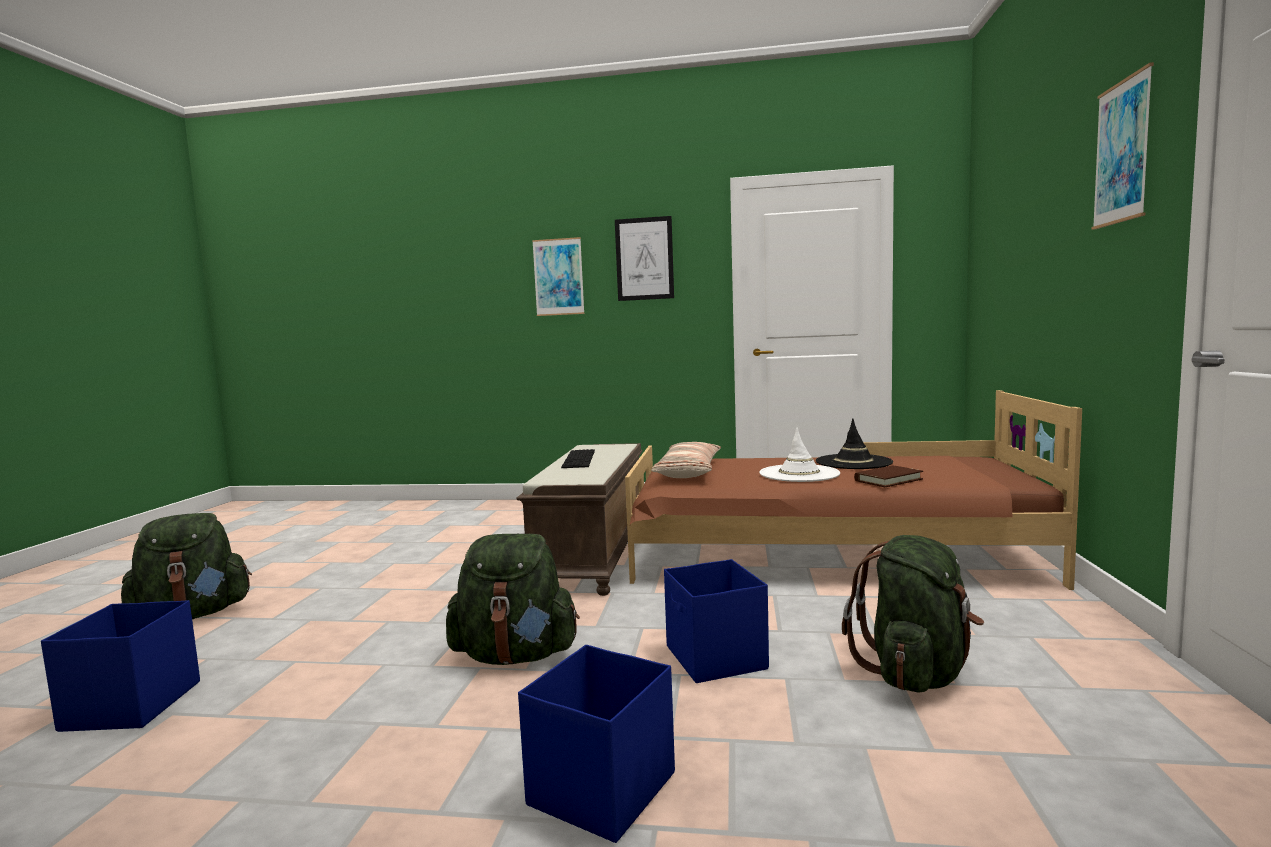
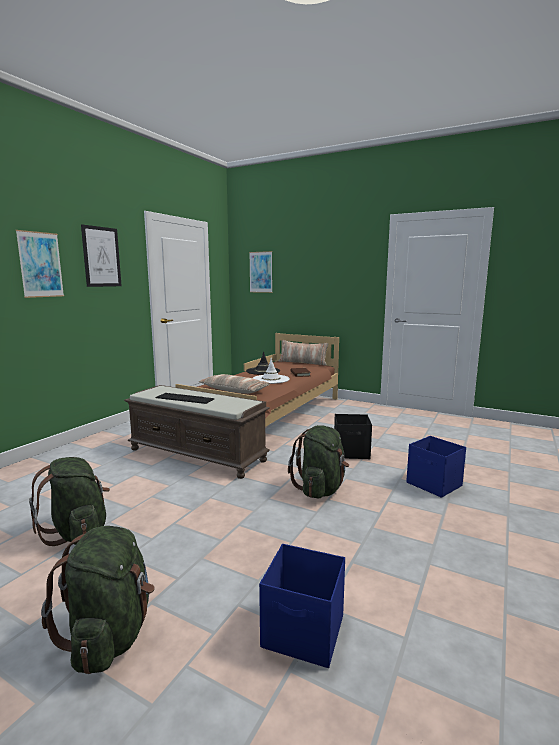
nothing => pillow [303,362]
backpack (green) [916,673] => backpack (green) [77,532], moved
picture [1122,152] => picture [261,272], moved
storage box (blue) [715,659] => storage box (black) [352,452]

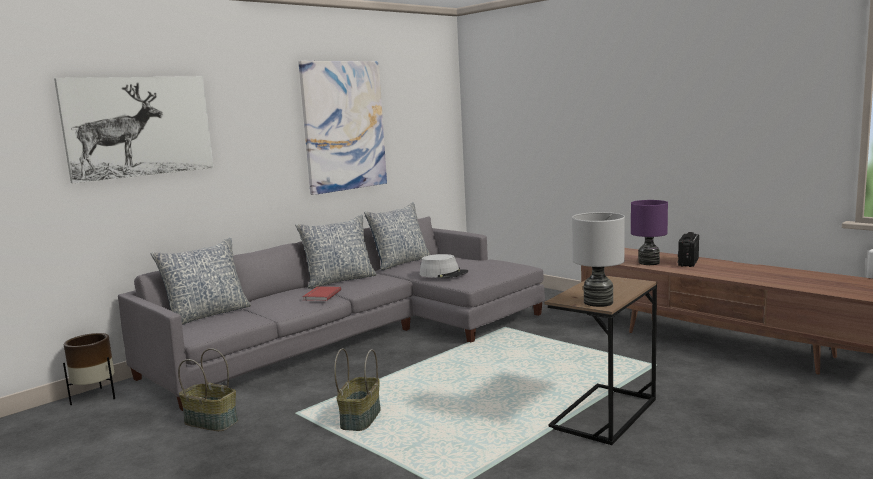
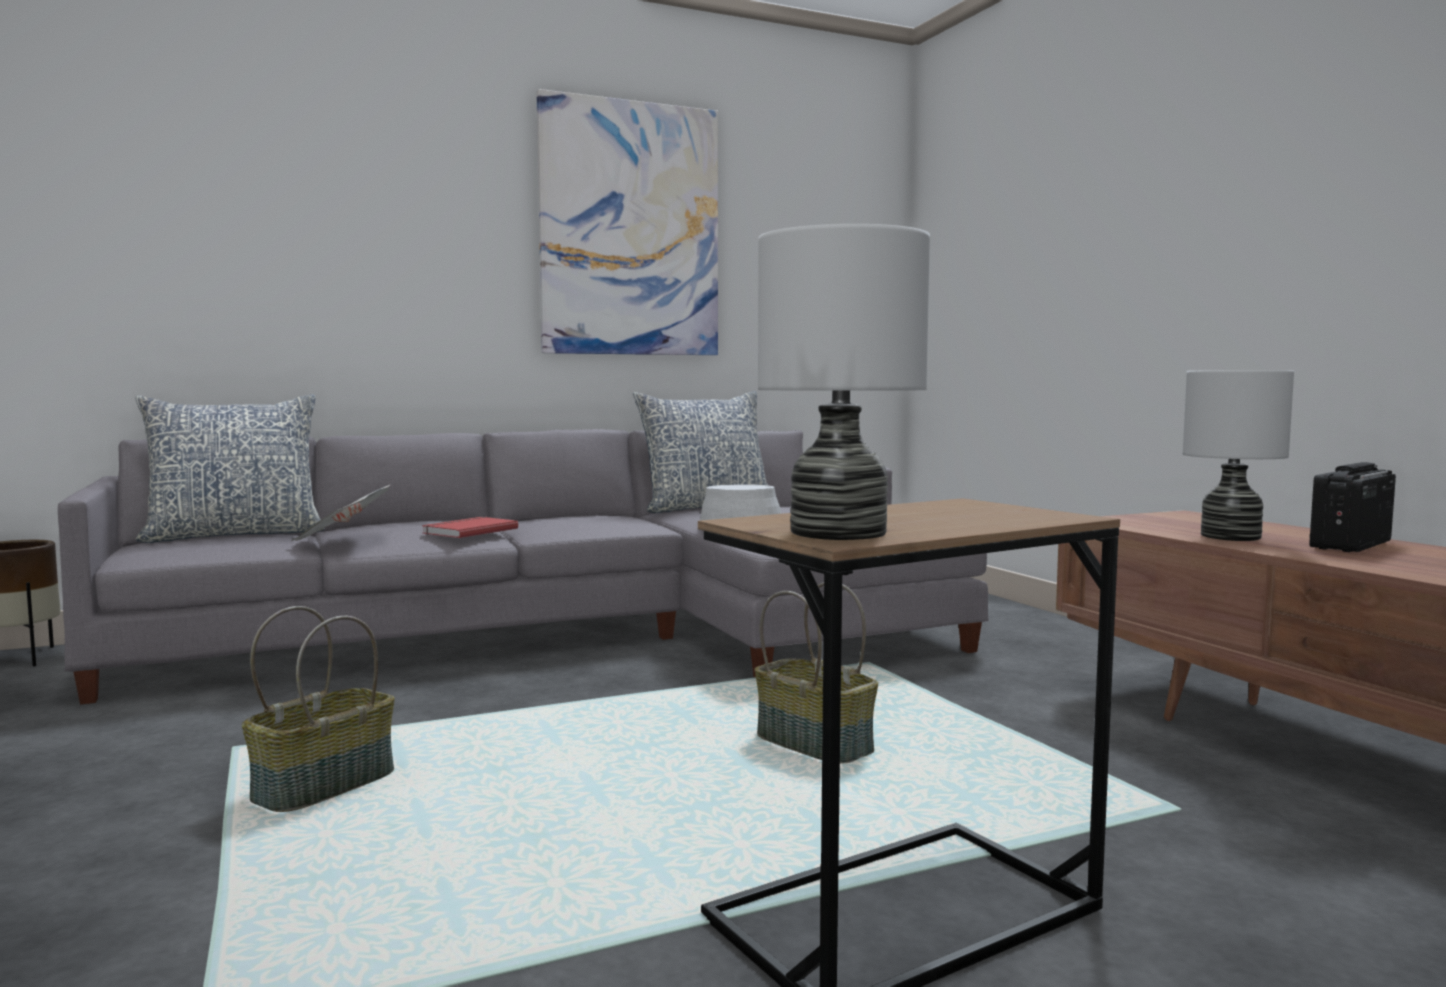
picture [139,126] => nothing
pillow [339,280] => nothing
nothing => newspaper [341,541]
basket [212,422] => basket [816,744], moved
table lamp (purple) [649,263] => table lamp (grey) [1230,537]

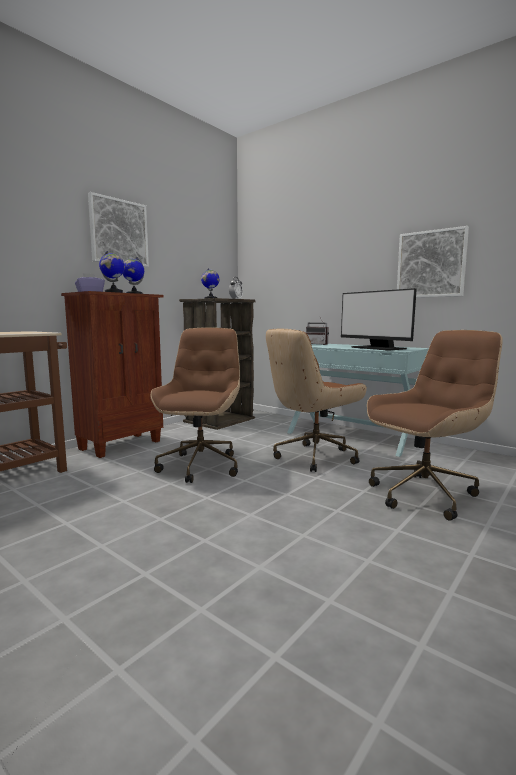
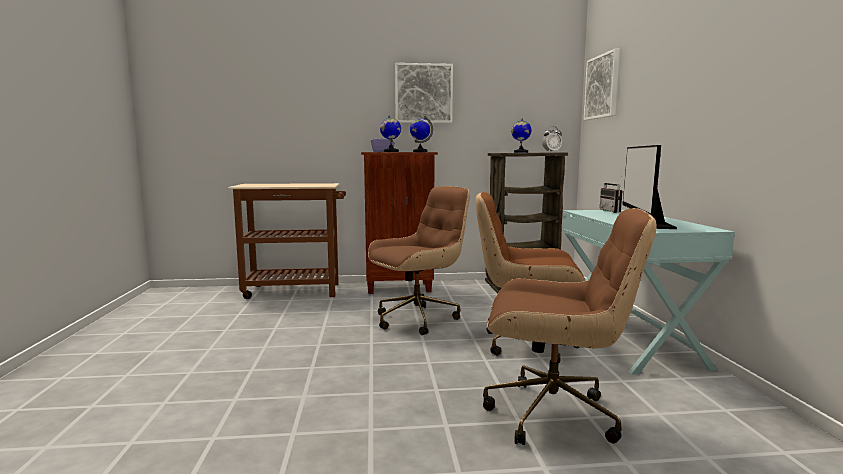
picture [431,264] => picture [602,87], moved

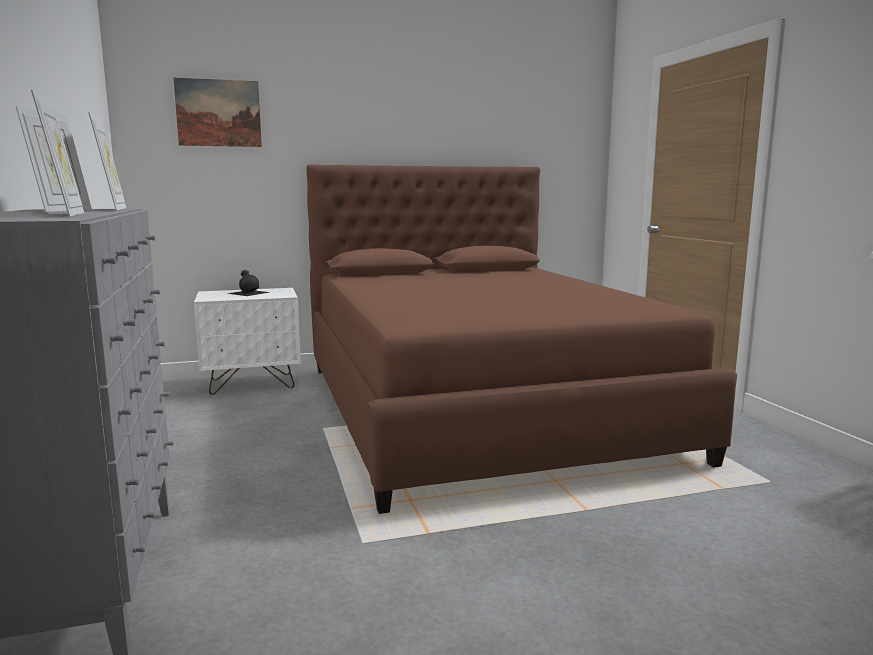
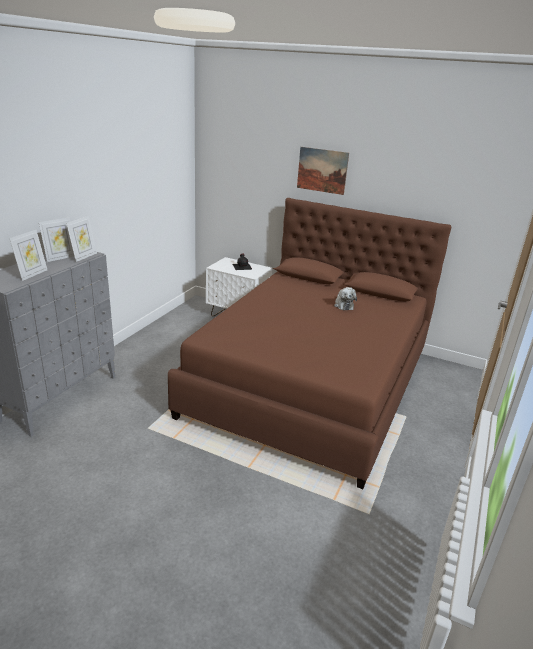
nothing => plush toy [343,305]
picture [218,113] => picture [322,170], moved

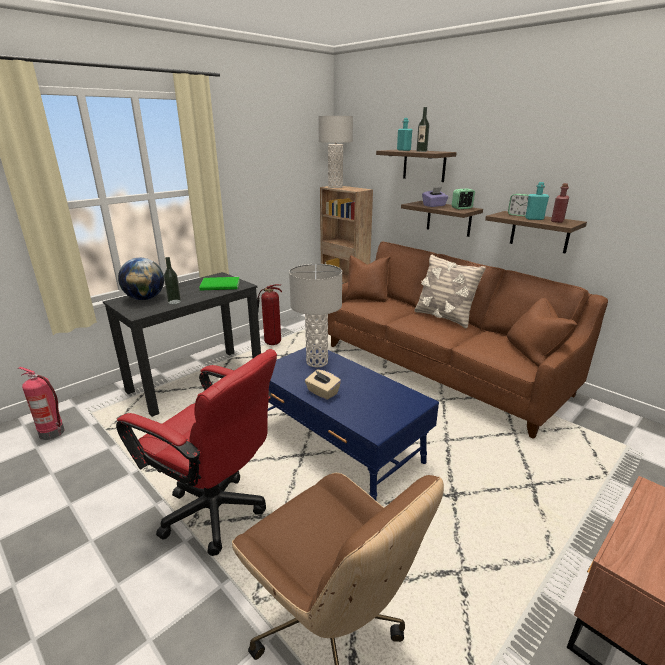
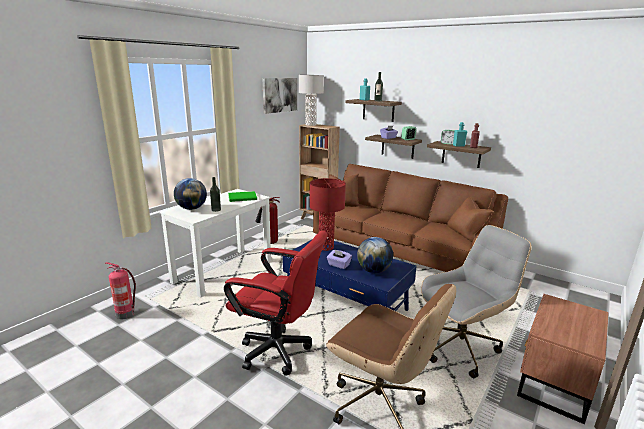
pillow (beige) [443,317] => nothing
nothing => picture [279,95]
nothing => globe [374,271]
nothing => office chair (grey) [462,349]
desk (black) [197,380] => desk (white) [223,271]
table lamp (white) [317,362] => table lamp (red) [326,247]
tissue box (beige) [322,392] => tissue box (purple) [338,265]

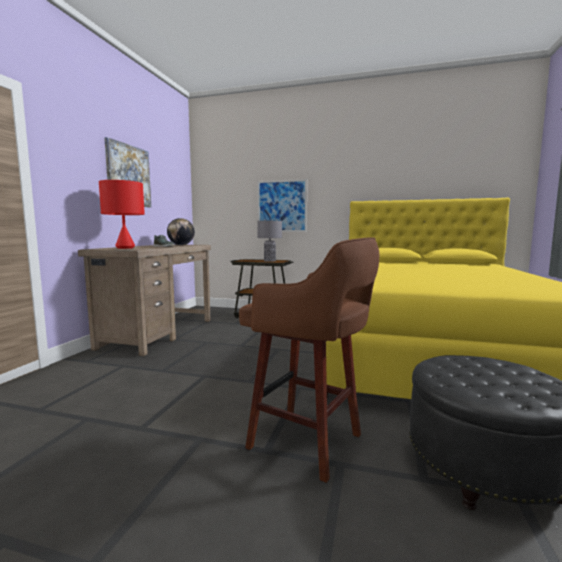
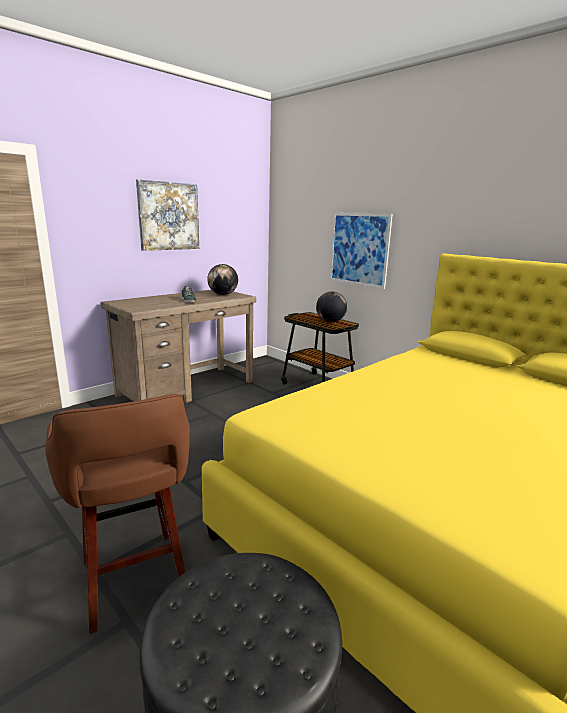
table lamp (red) [125,248] => nothing
table lamp (grey) [269,261] => globe [330,321]

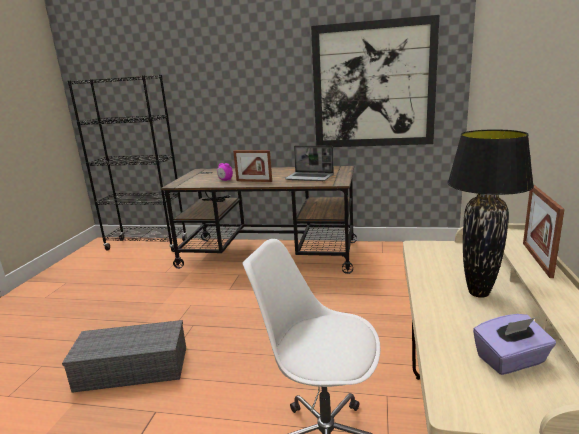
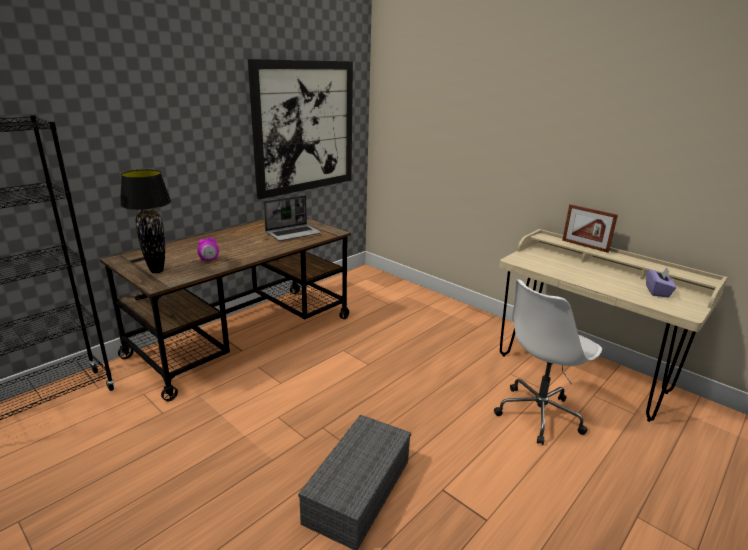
picture frame [254,181] => nothing
table lamp (black) [479,293] => table lamp (black) [157,271], moved

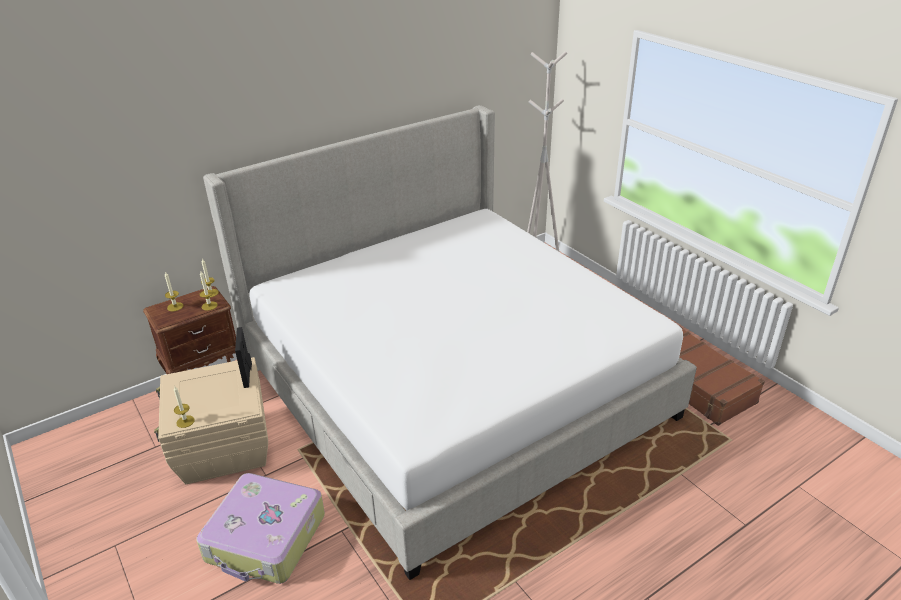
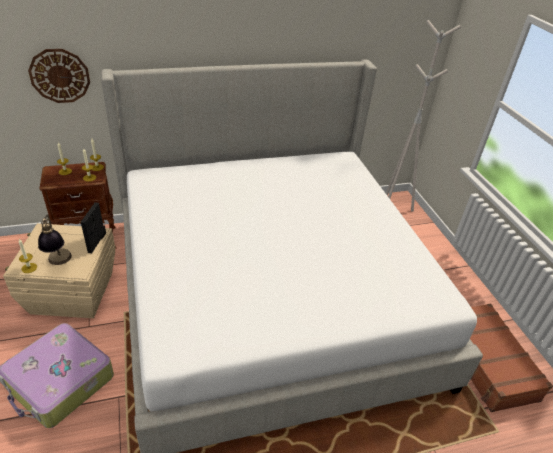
nothing => wall clock [60,76]
nothing => table lamp [59,264]

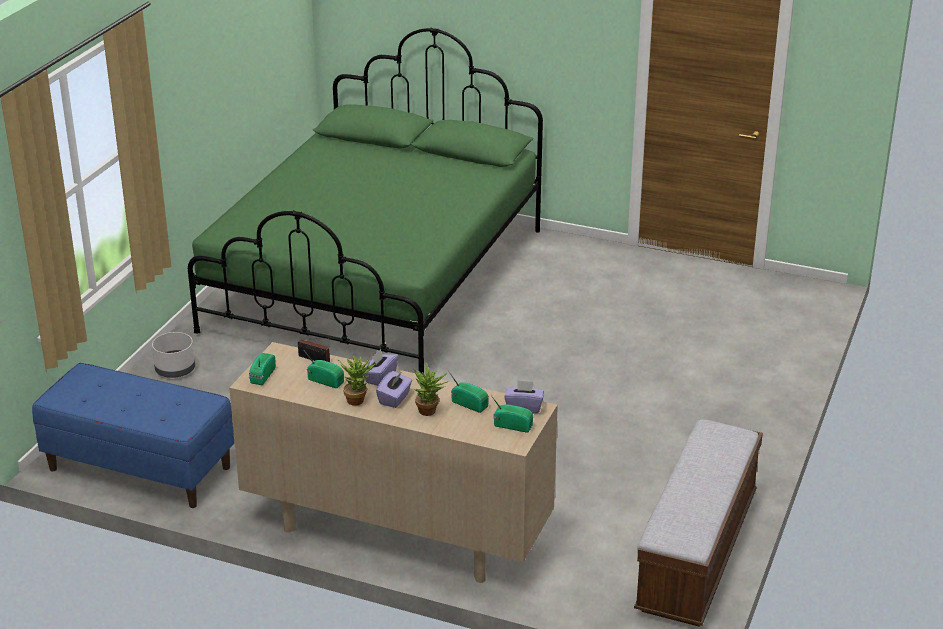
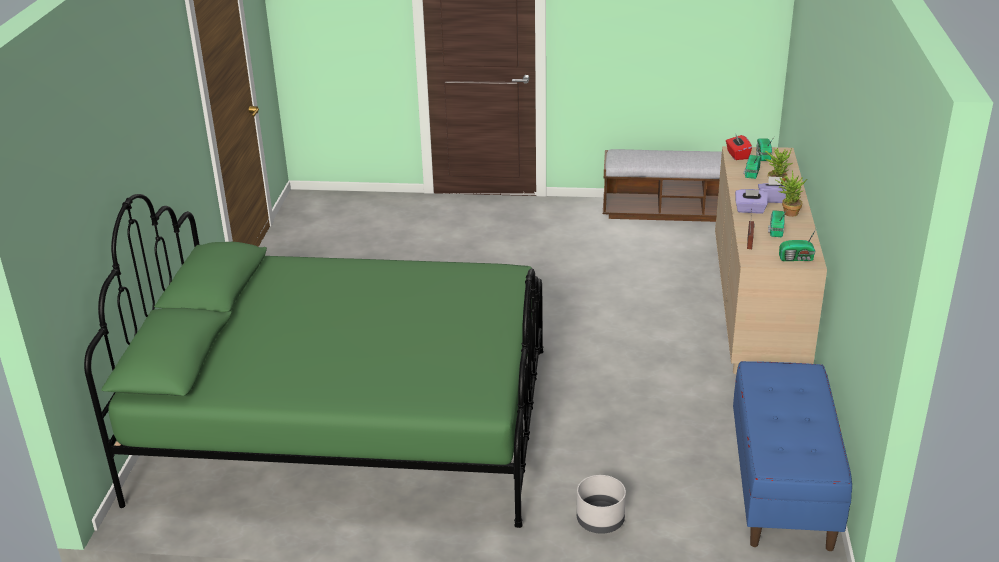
tissue box (purple) [524,407] => tissue box (red) [737,155]

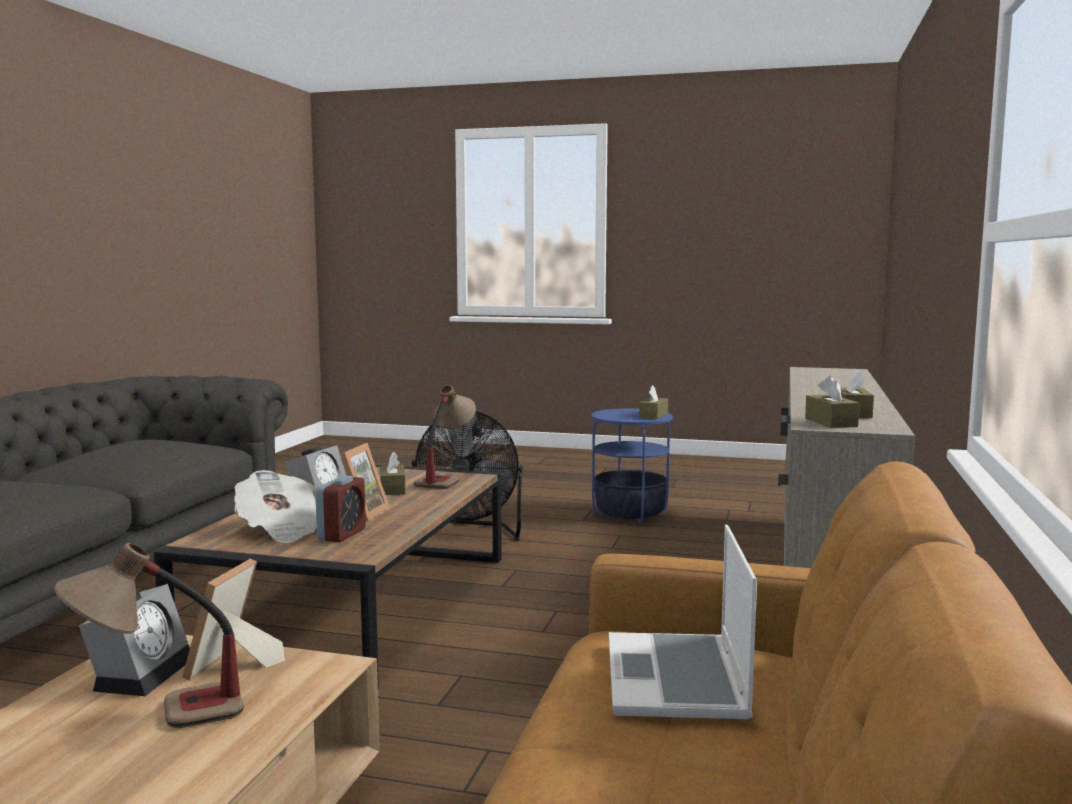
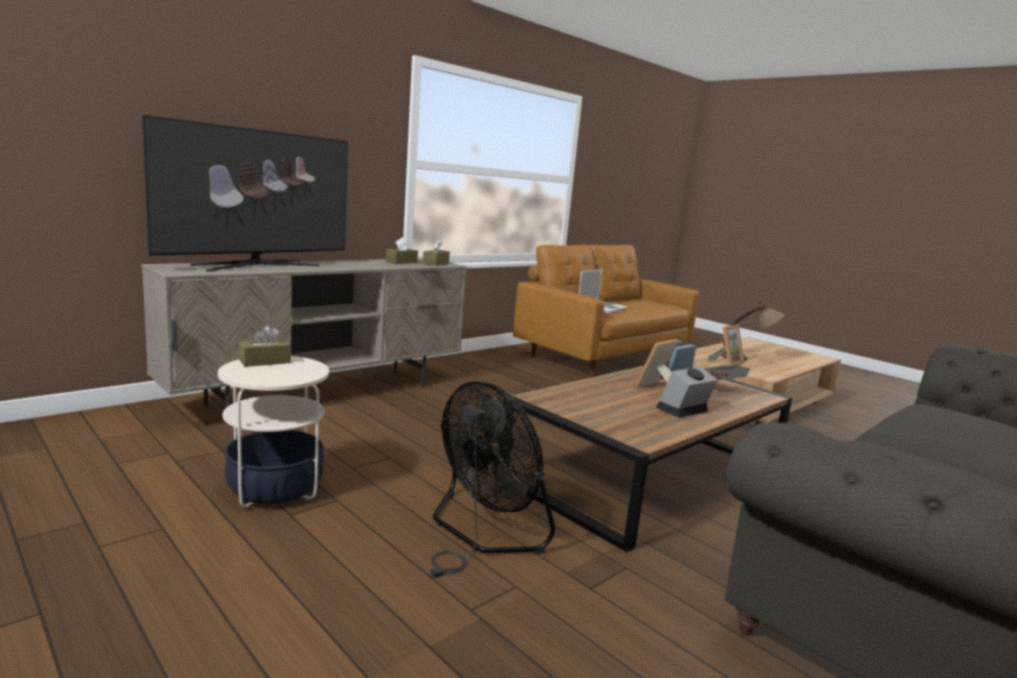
alarm clock [142,672] => nothing
tissue box (brown) [392,489] => nothing
table lamp [445,479] => nothing
nothing => television [256,265]
side table (blue) [630,514] => side table (beige) [274,490]

